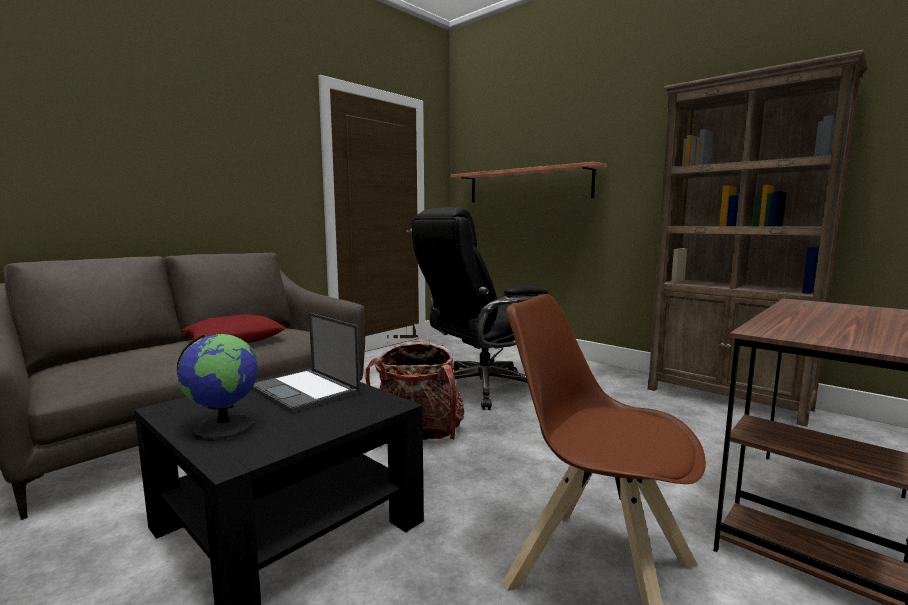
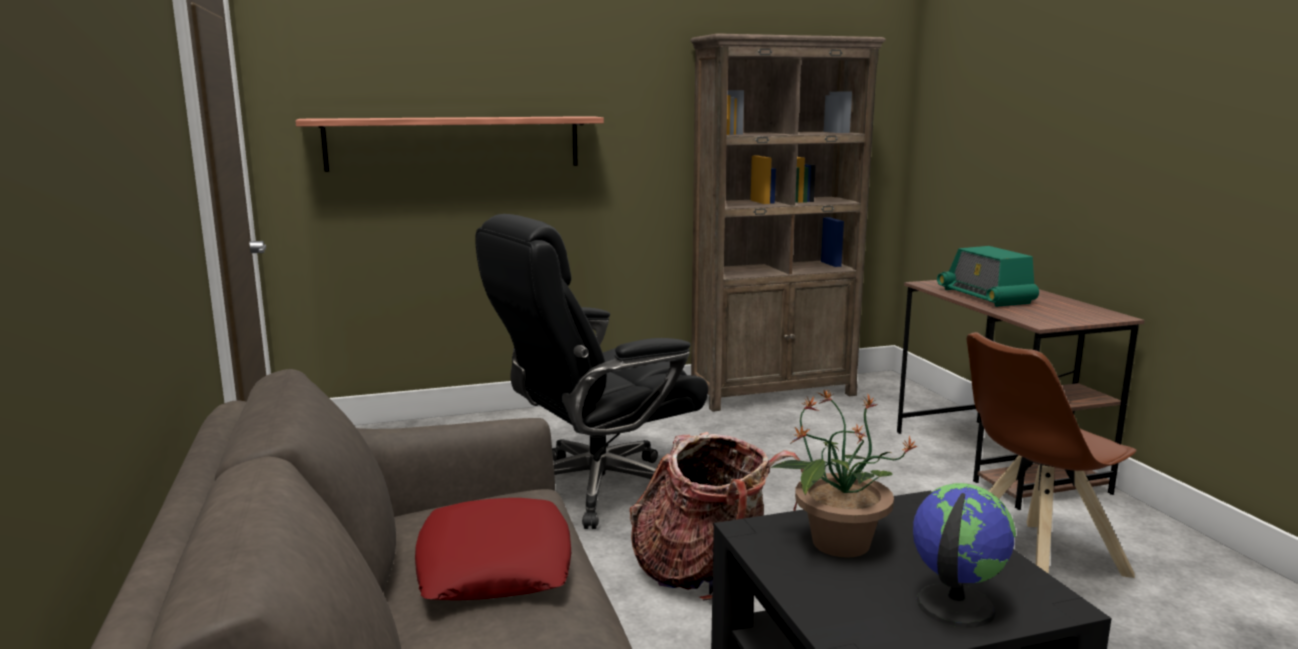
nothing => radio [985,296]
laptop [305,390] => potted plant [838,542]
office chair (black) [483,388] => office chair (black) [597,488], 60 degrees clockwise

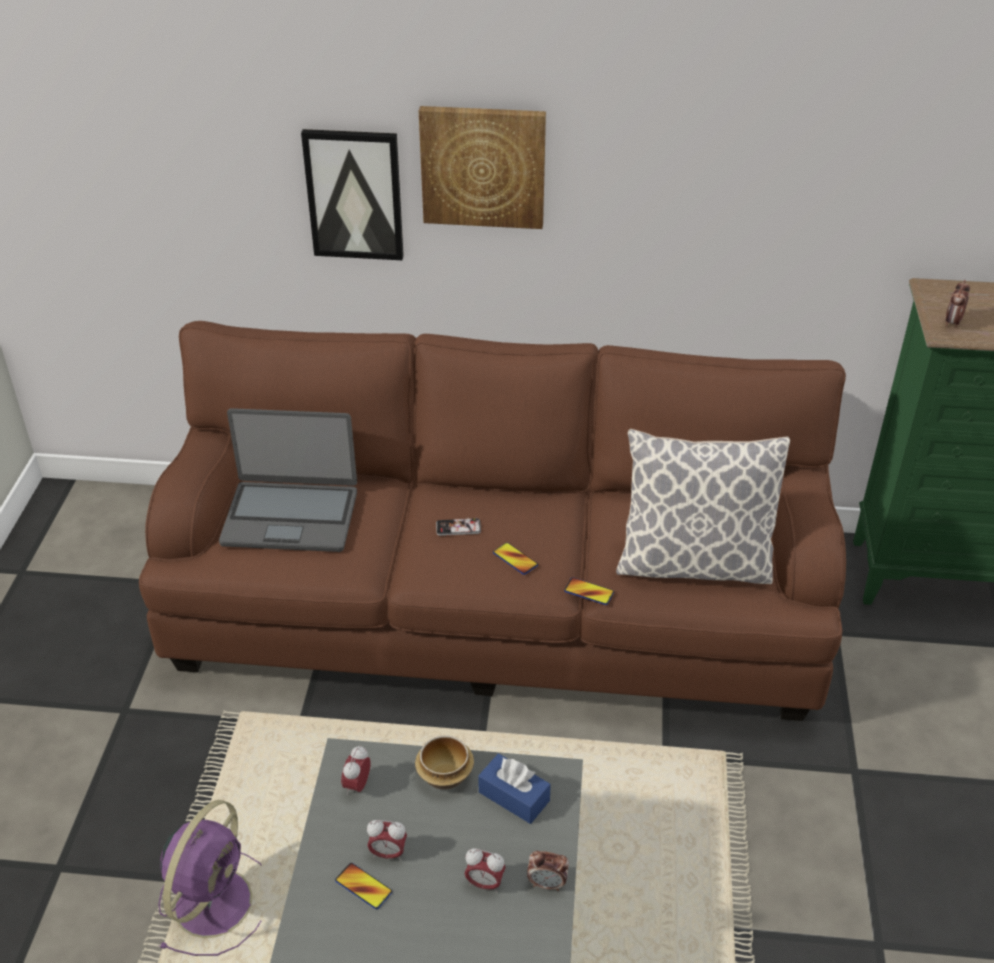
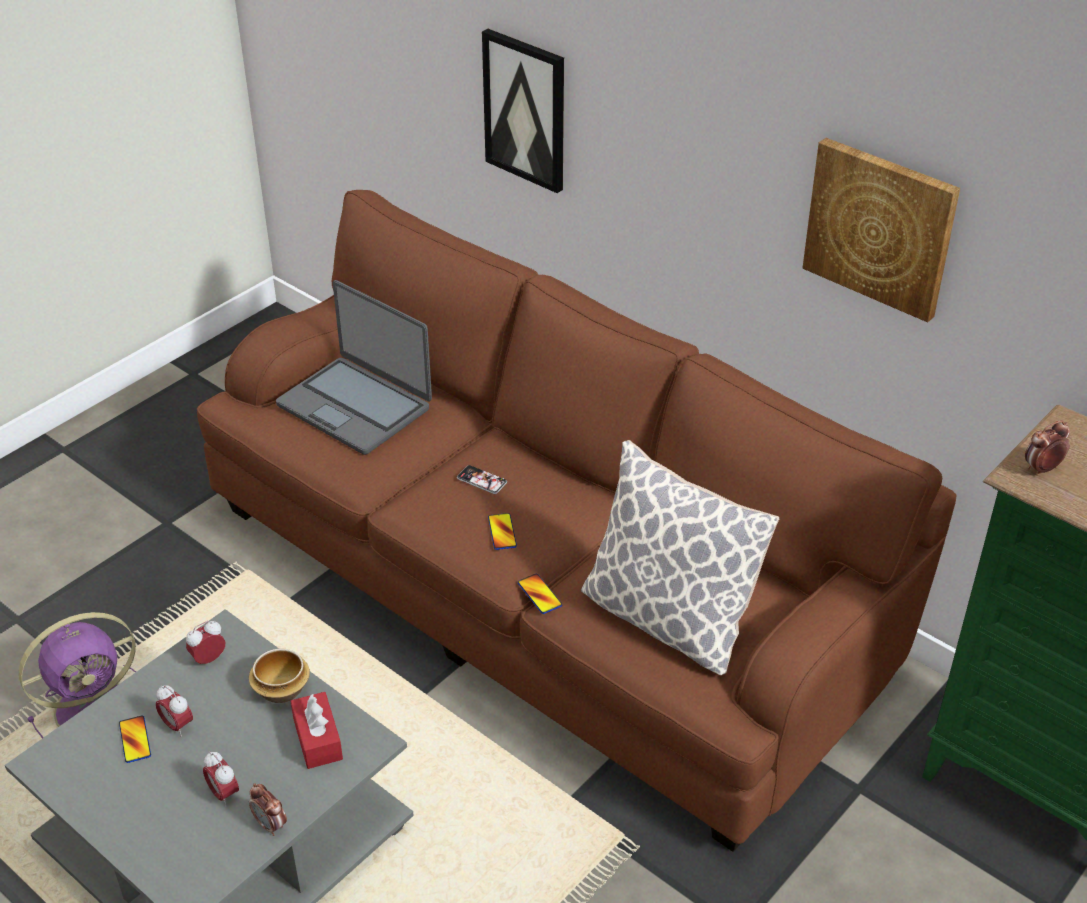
picture [483,166] => picture [880,227], moved
tissue box (blue) [514,796] => tissue box (red) [317,739]

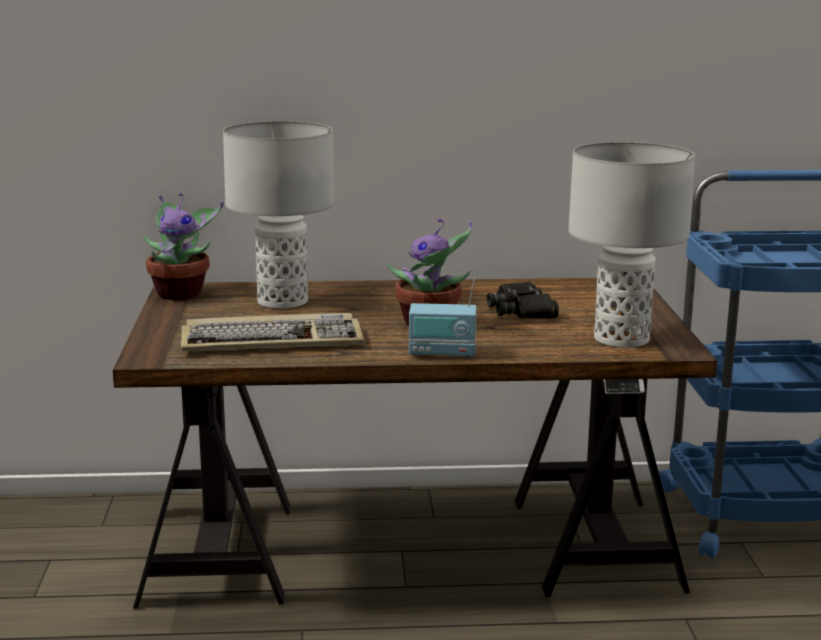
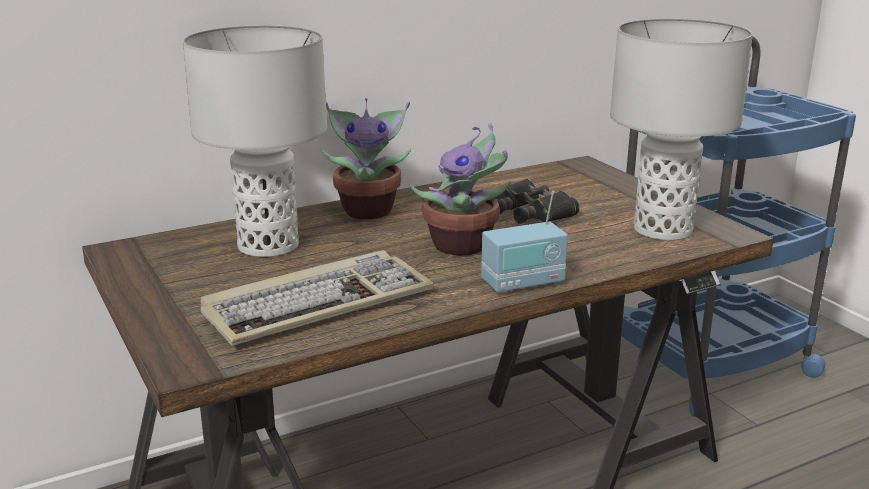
potted plant [181,293] => potted plant [368,210], moved

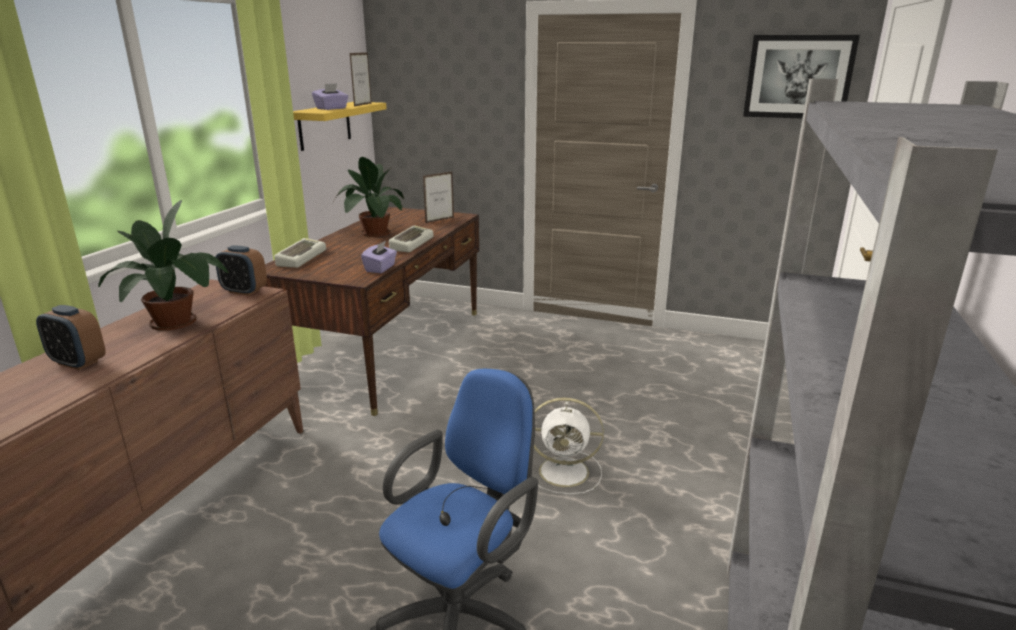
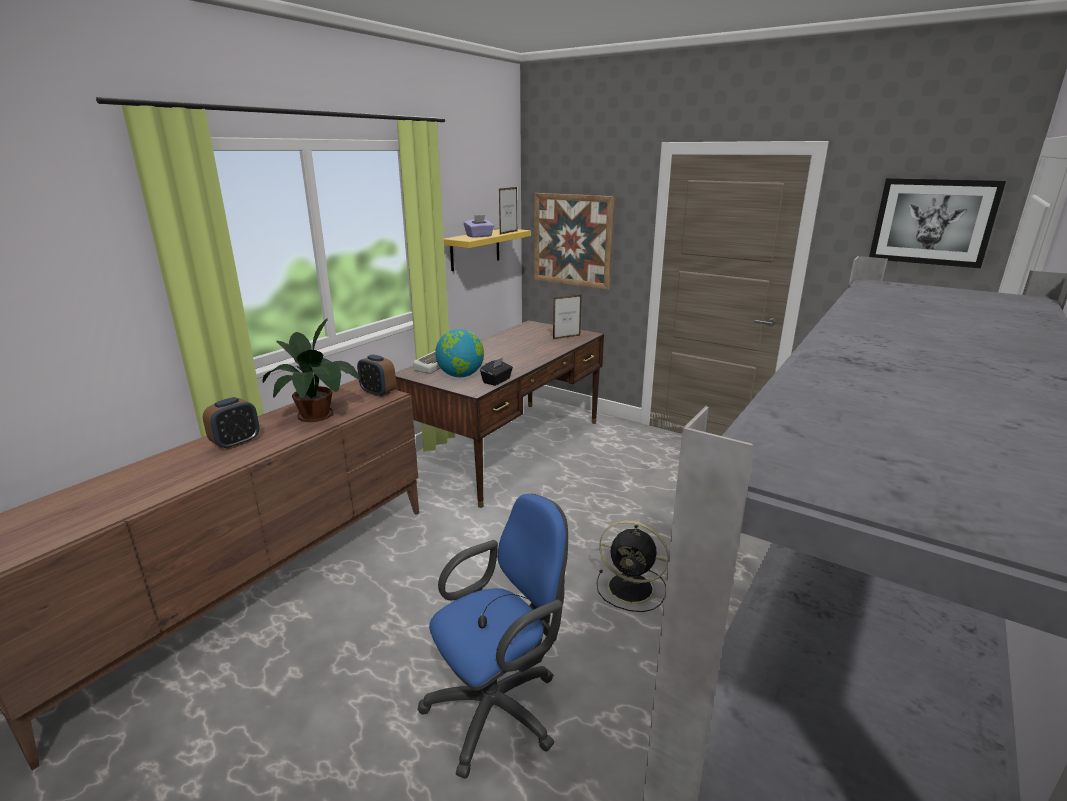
potted plant [373,233] => nothing
keyboard [411,243] => nothing
nothing => globe [461,375]
nothing => picture [572,240]
tissue box (purple) [380,268] => tissue box (black) [497,381]
fan (white) [566,472] => fan (black) [632,588]
alarm clock [78,363] => alarm clock [236,443], 90 degrees counterclockwise

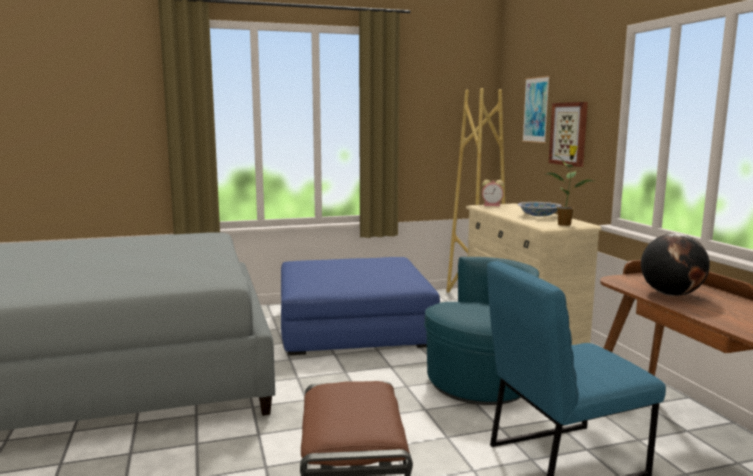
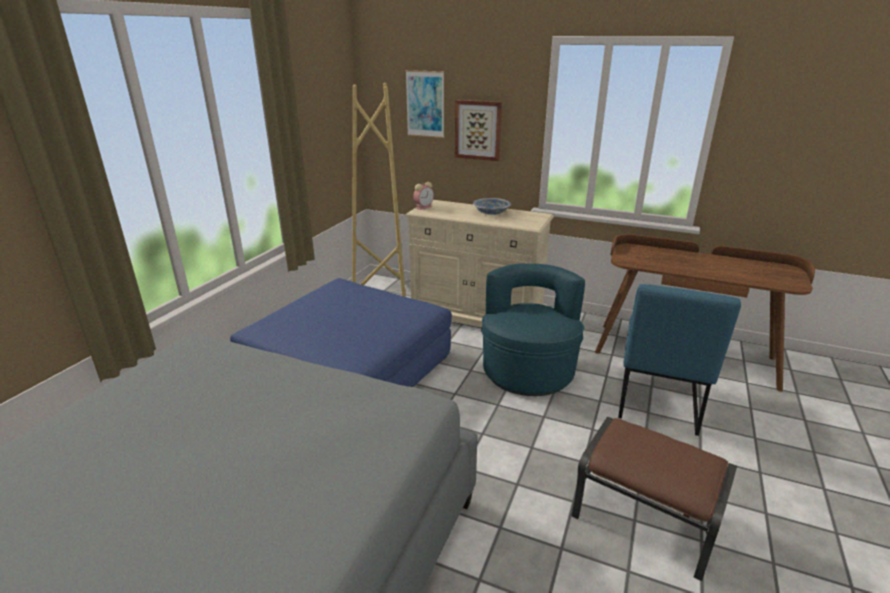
potted plant [565,224] => nothing
globe [670,294] => nothing

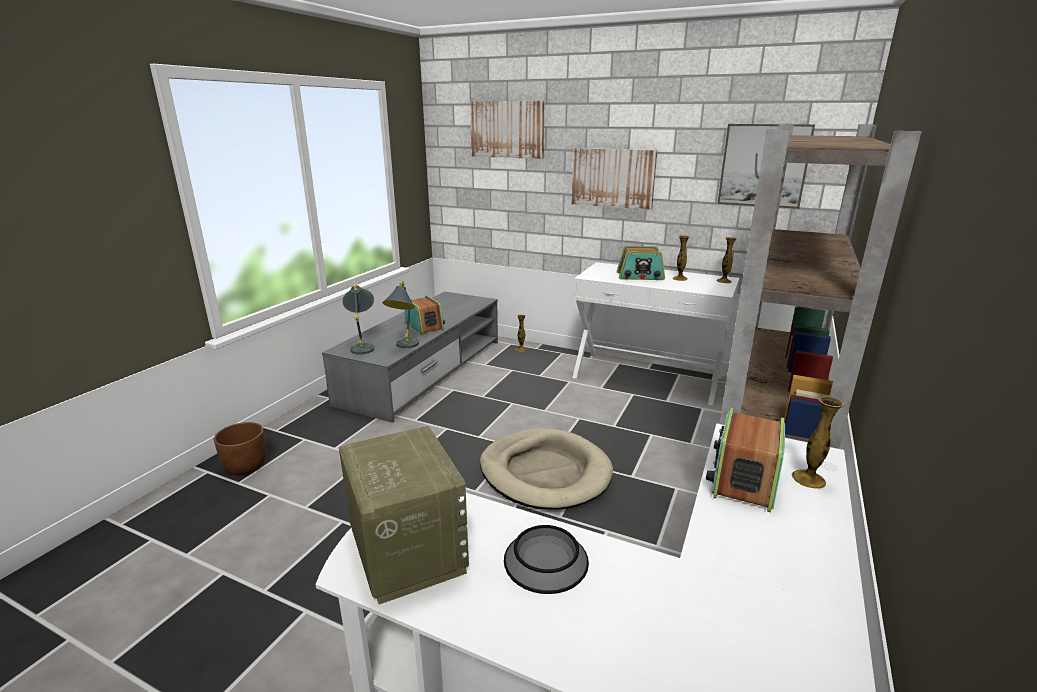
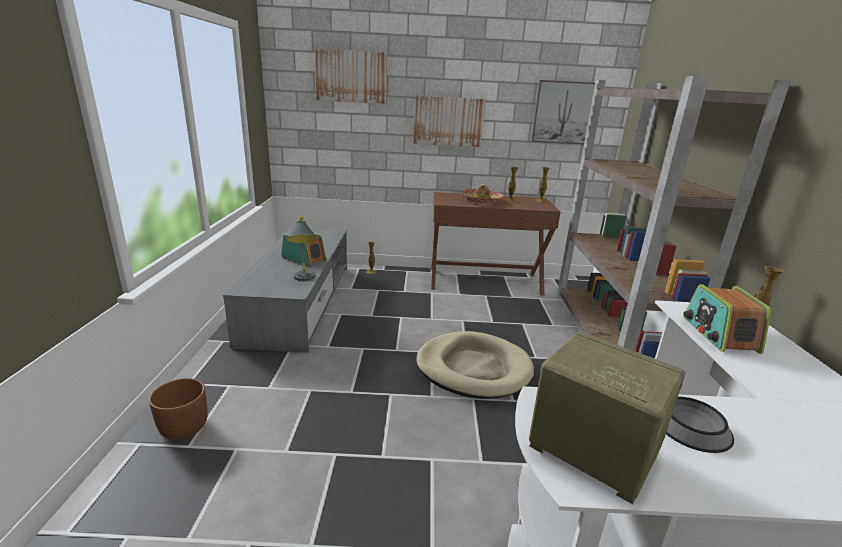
table lamp (grey) [363,346] => nothing
radio [640,276] => hat [481,201]
console table (white) [647,377] => console table (brown) [484,281]

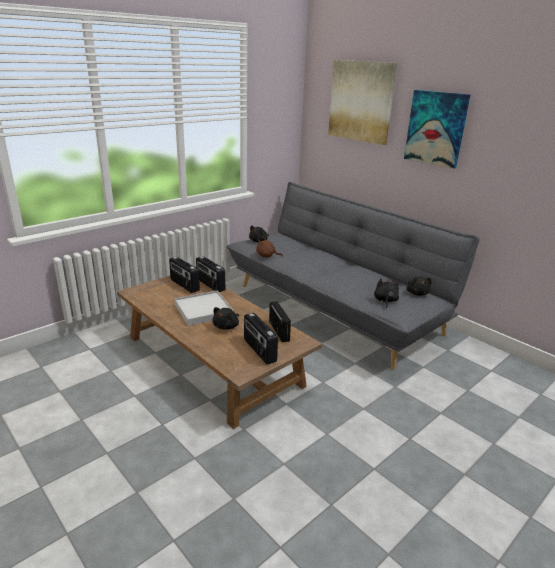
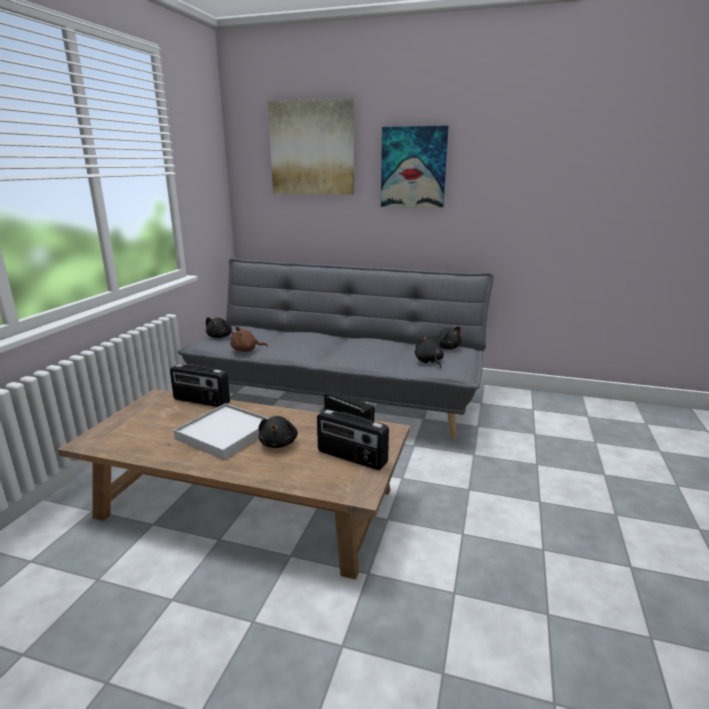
radio [184,285] => nothing

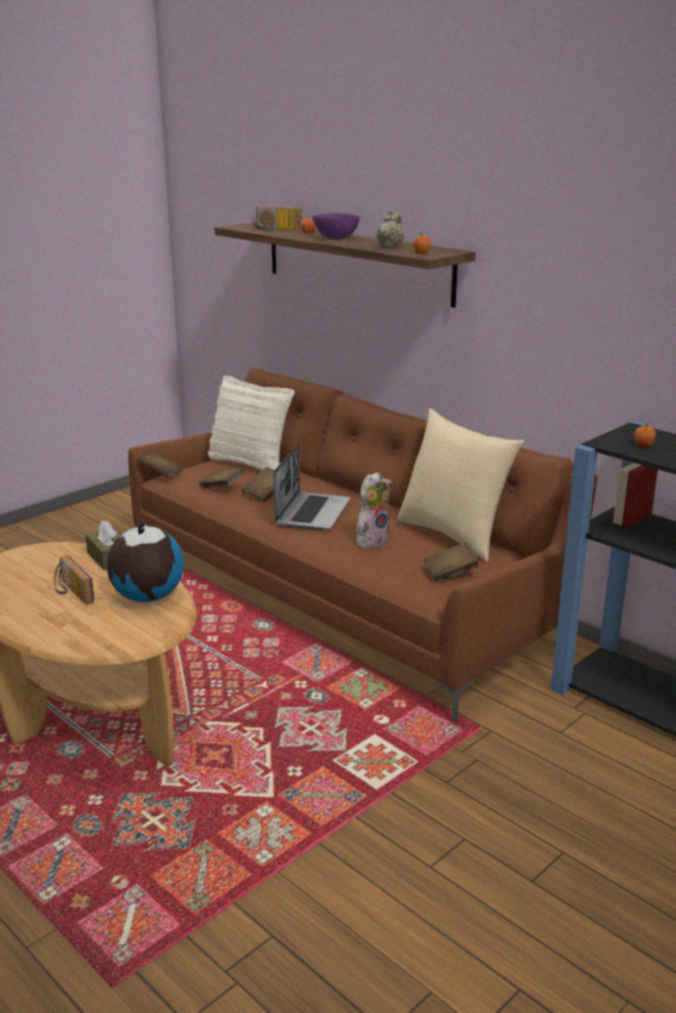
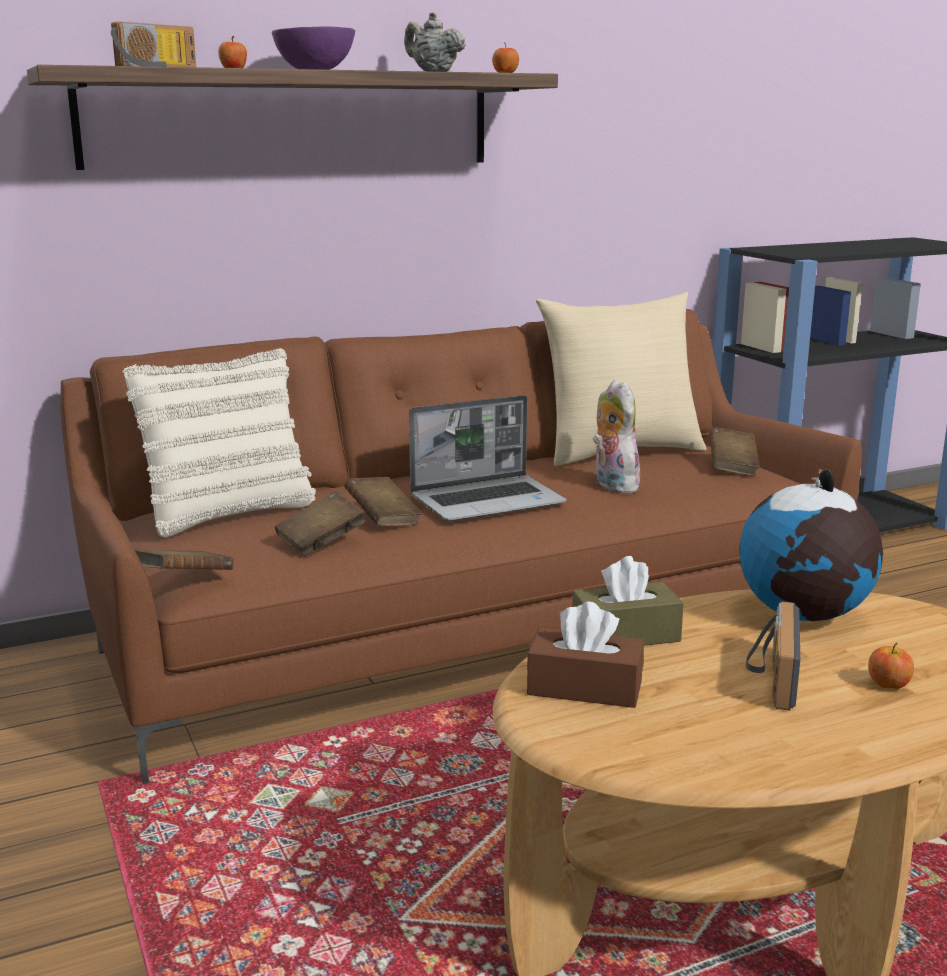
nothing => tissue box (brown) [585,688]
apple [643,445] => apple [888,684], moved
radio [71,592] => radio [769,675], 120 degrees clockwise
laptop [312,512] => laptop [488,501], 120 degrees clockwise

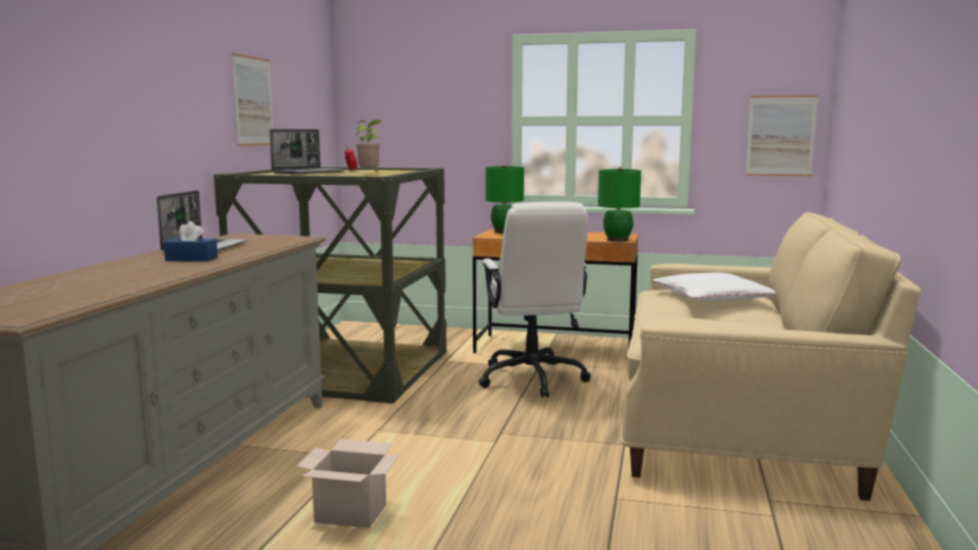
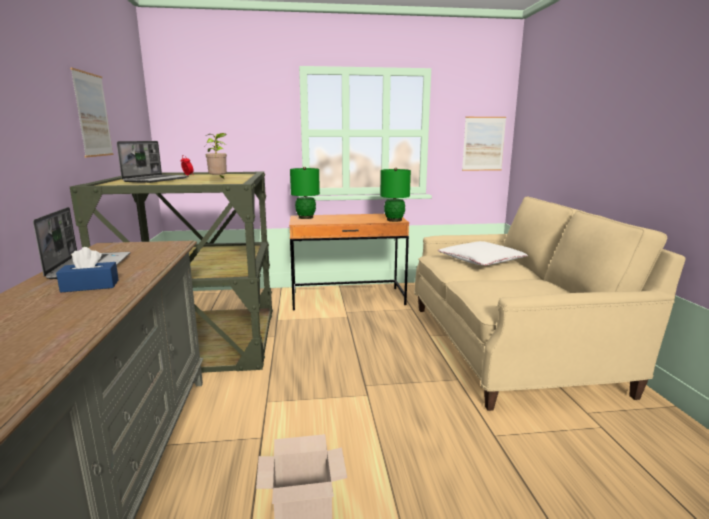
office chair (white) [533,381] => nothing

